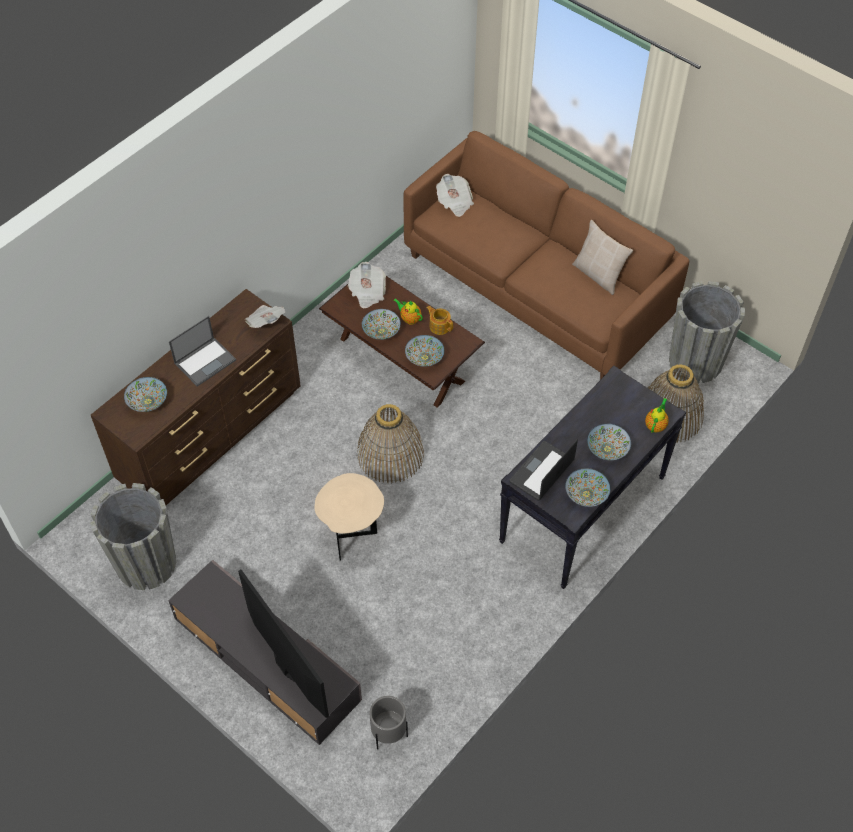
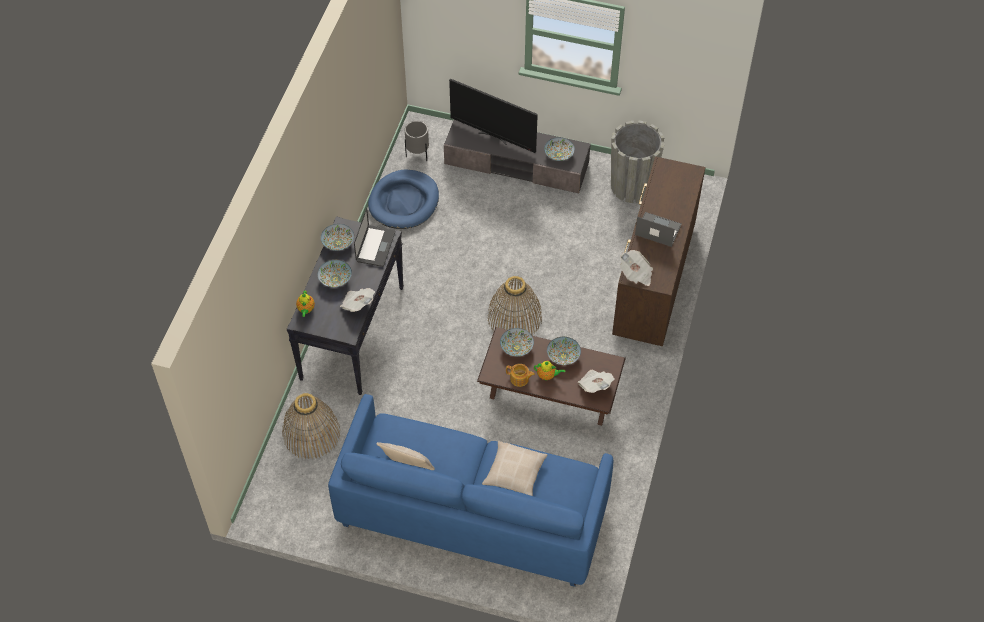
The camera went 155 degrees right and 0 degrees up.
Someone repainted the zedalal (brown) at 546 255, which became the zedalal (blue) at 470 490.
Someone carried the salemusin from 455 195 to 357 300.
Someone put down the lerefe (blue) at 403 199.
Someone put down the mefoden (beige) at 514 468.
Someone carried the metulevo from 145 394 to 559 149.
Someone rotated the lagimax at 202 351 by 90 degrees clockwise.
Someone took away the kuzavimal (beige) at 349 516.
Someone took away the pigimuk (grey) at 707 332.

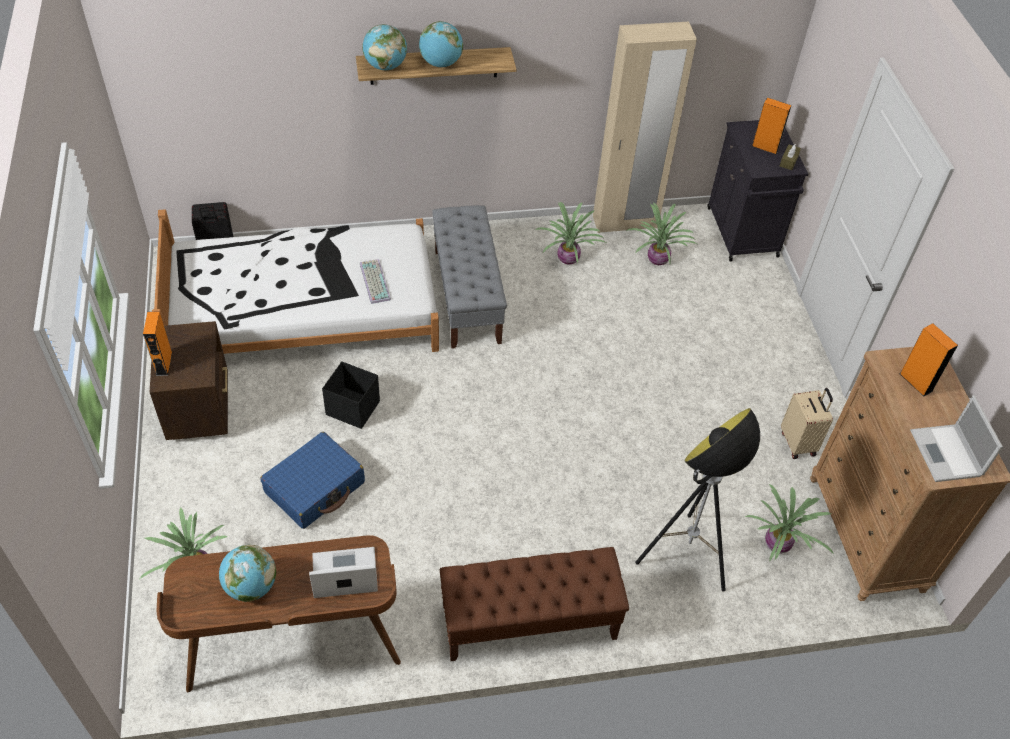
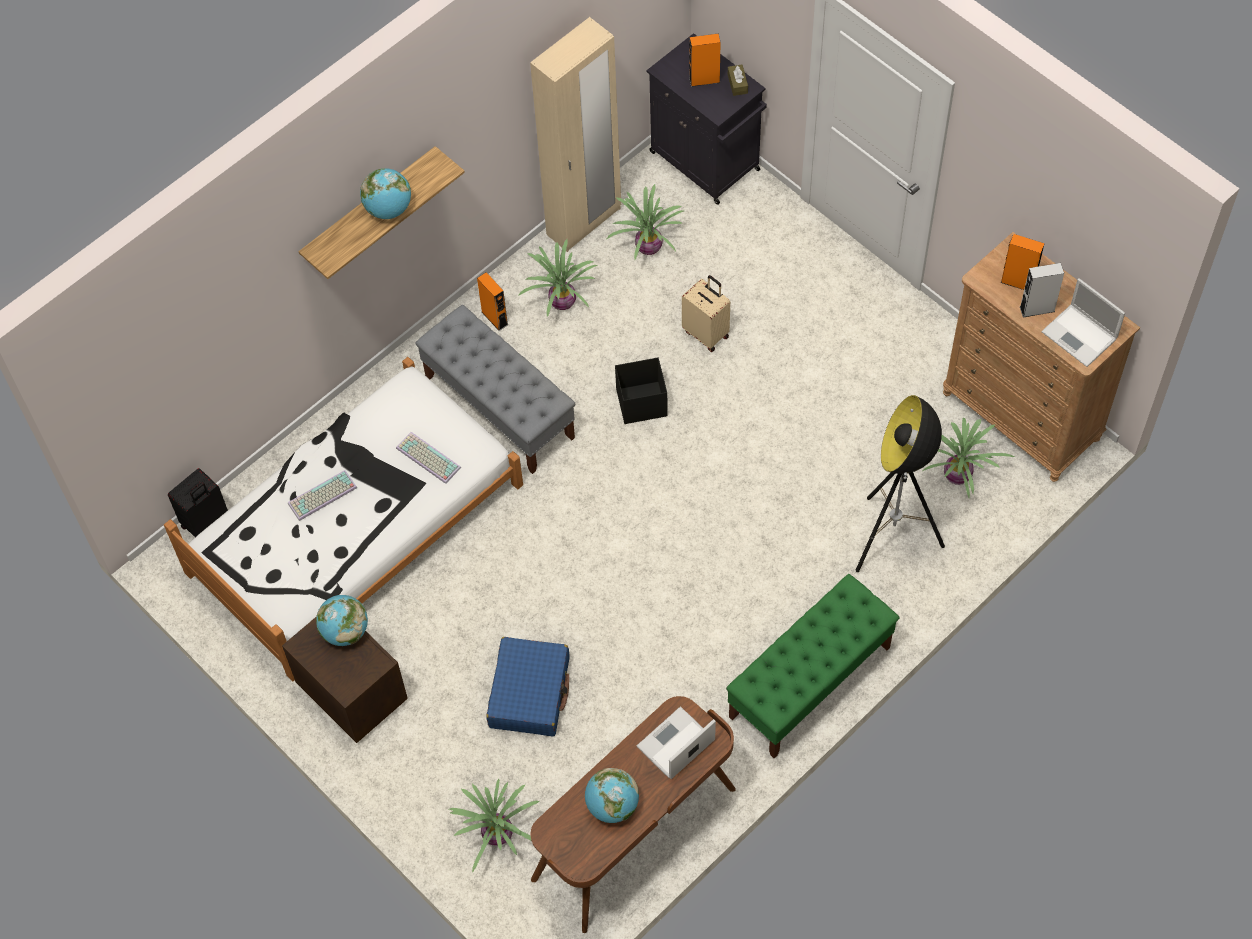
The camera went 30 degrees left and 10 degrees up.
Someone put down the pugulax at 322 495.
Someone carried the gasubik from 384 47 to 342 620.
Someone carried the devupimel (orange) from 157 344 to 492 301.
Someone carried the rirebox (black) from 351 395 to 641 390.
Someone carried the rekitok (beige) from 807 423 to 706 313.
Someone repainted the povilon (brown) at 534 604, which became the povilon (green) at 812 666.
Someone put down the devupimel (grey) at 1042 290.

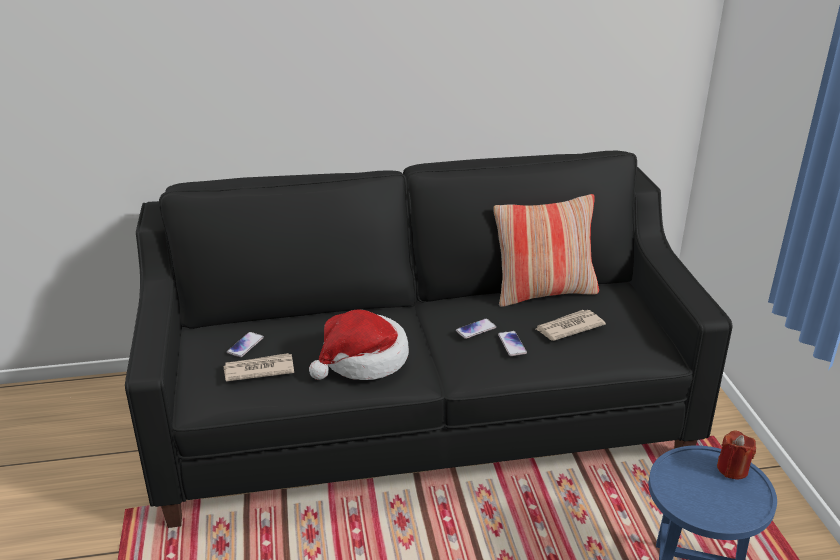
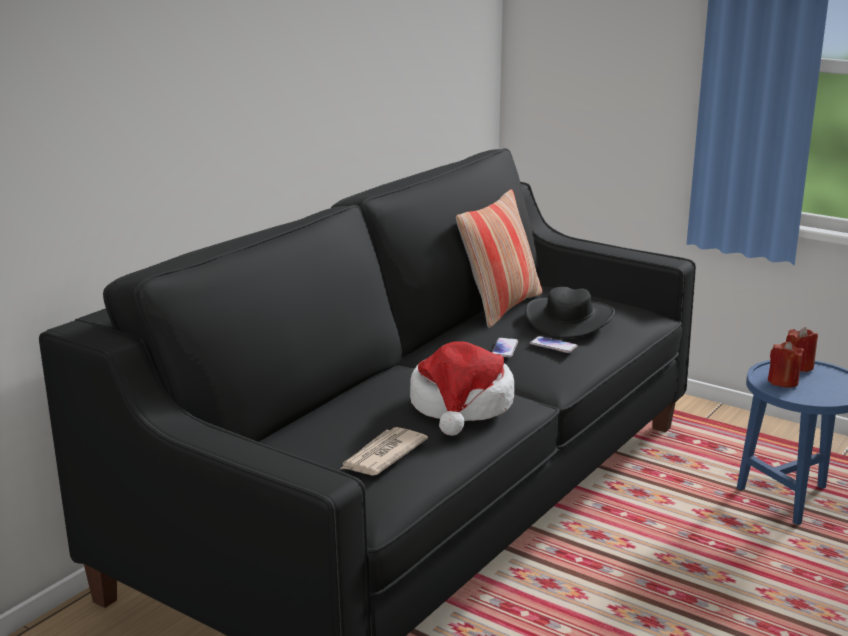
The camera went 45 degrees left and 10 degrees down.
Someone swapped the salemusin at 571 325 for the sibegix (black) at 570 313.
Someone put down the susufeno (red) at 786 365.
Someone took away the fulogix at 245 344.

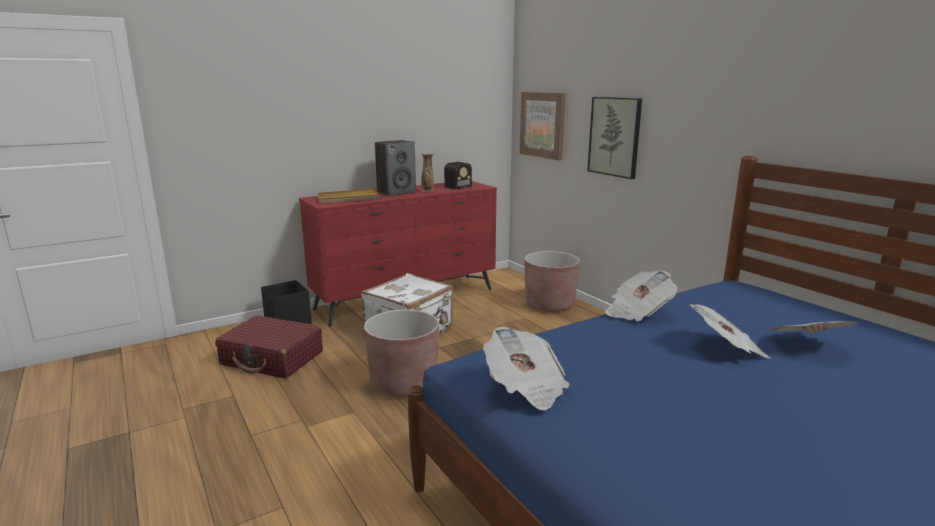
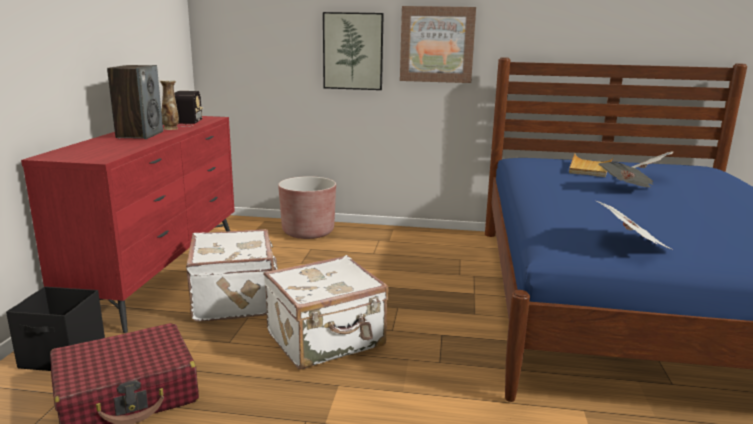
The camera went 50 degrees left and 0 degrees up.
Someone swapped the pigimuk (brown) at 401 353 for the rekitok (white) at 325 312.
Someone carried the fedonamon from 542 126 to 438 44.
Someone carried the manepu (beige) from 349 196 to 591 165.
Someone took away the salemusin at 641 296.

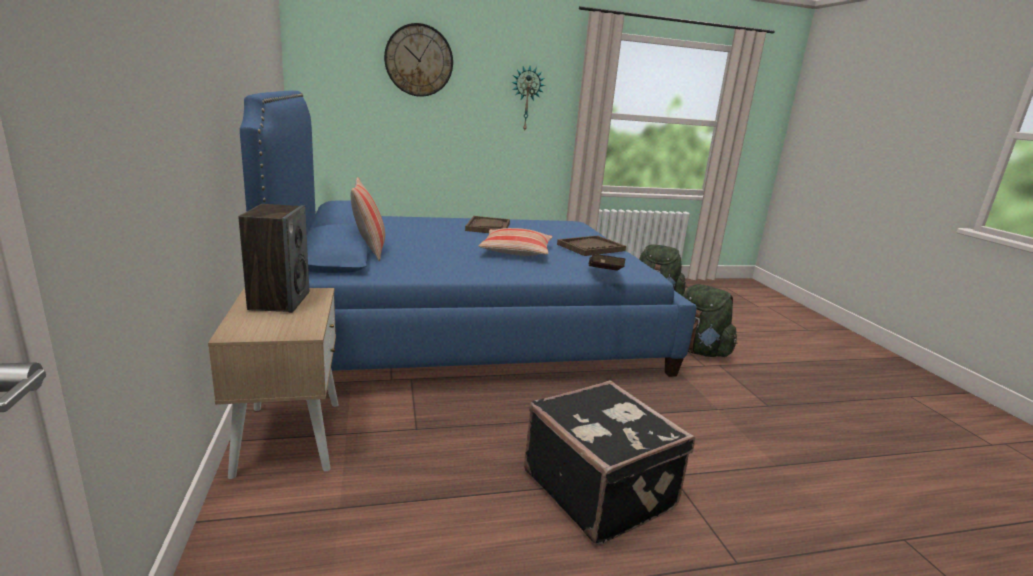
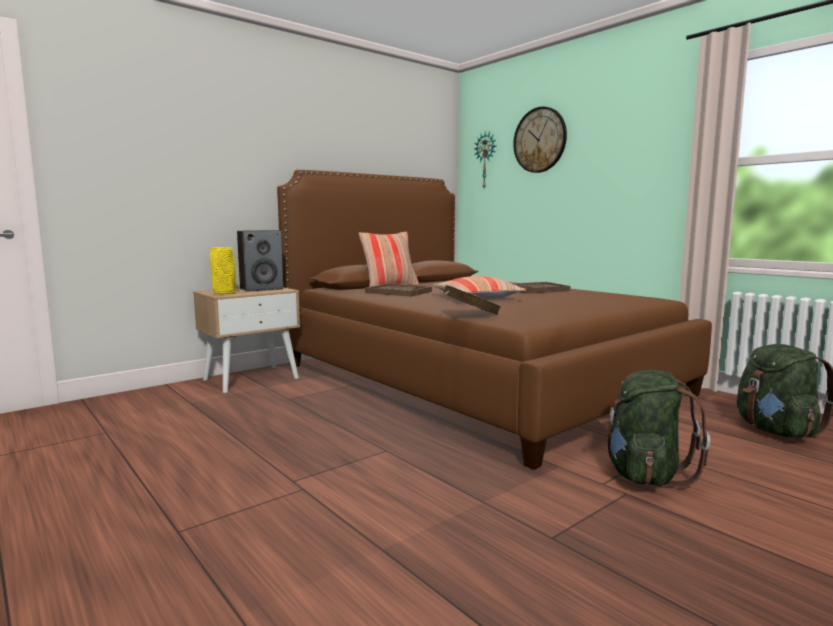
The camera went 65 degrees right and 10 degrees down.
Someone put down the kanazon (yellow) at 223 270.
Someone repainted the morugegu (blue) at 468 233, which became the morugegu (brown) at 494 320.
Someone carried the manepu (brown) from 591 245 to 398 290.
Someone carried the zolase from 528 99 to 485 159.
Someone took away the rekitok (black) at 609 462.

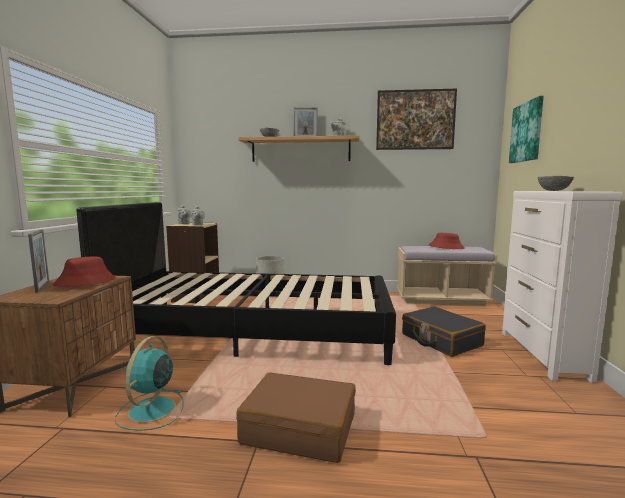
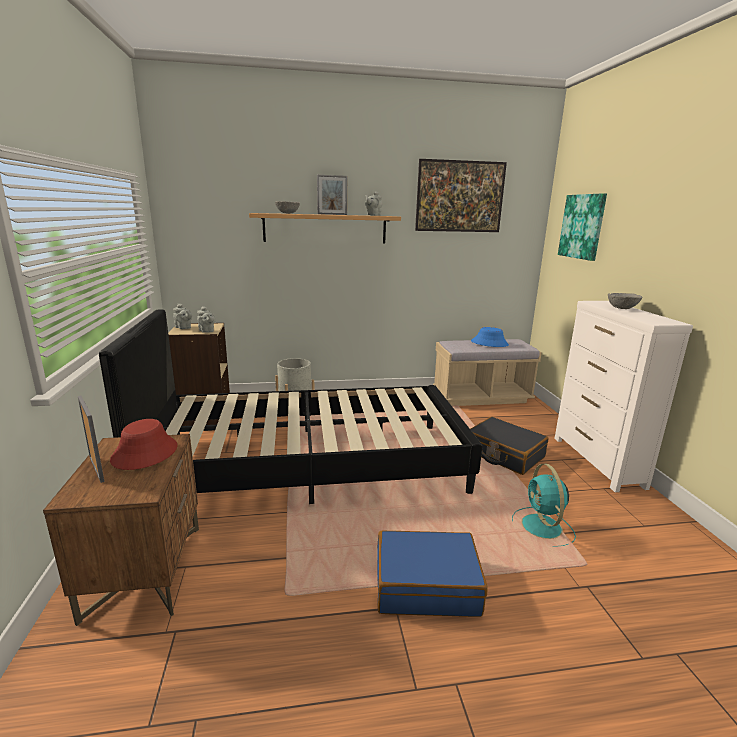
The camera went 15 degrees left and 10 degrees up.
Someone repainted the rekitok (brown) at 296 417, which became the rekitok (blue) at 432 573.
Someone repainted the sibegix (red) at 447 241, which became the sibegix (blue) at 490 337.
Someone carried the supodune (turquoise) from 149 383 to 544 505.

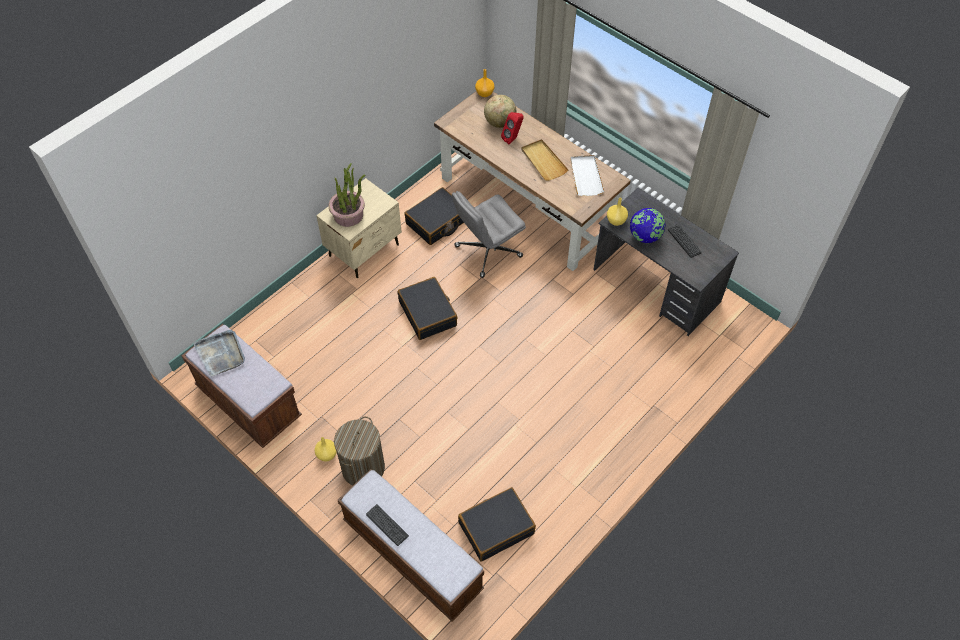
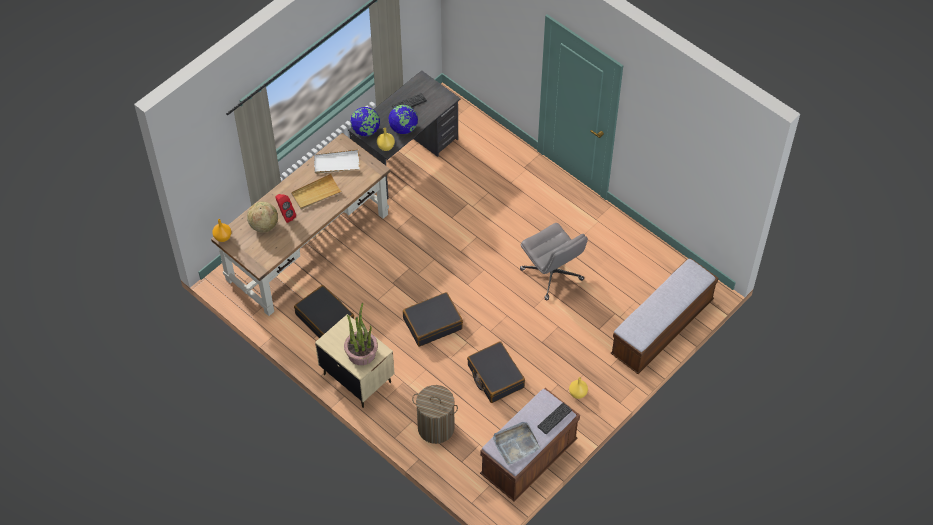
The camera went 90 degrees left and 0 degrees up.
Someone put down the gasubik at 365 121.
Someone carried the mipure from 359 450 to 435 414.
Someone carried the rekitok (black) from 497 524 to 496 372.
Someone carried the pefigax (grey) from 489 234 to 554 261.
Someone carried the pugulax from 387 525 to 554 418.

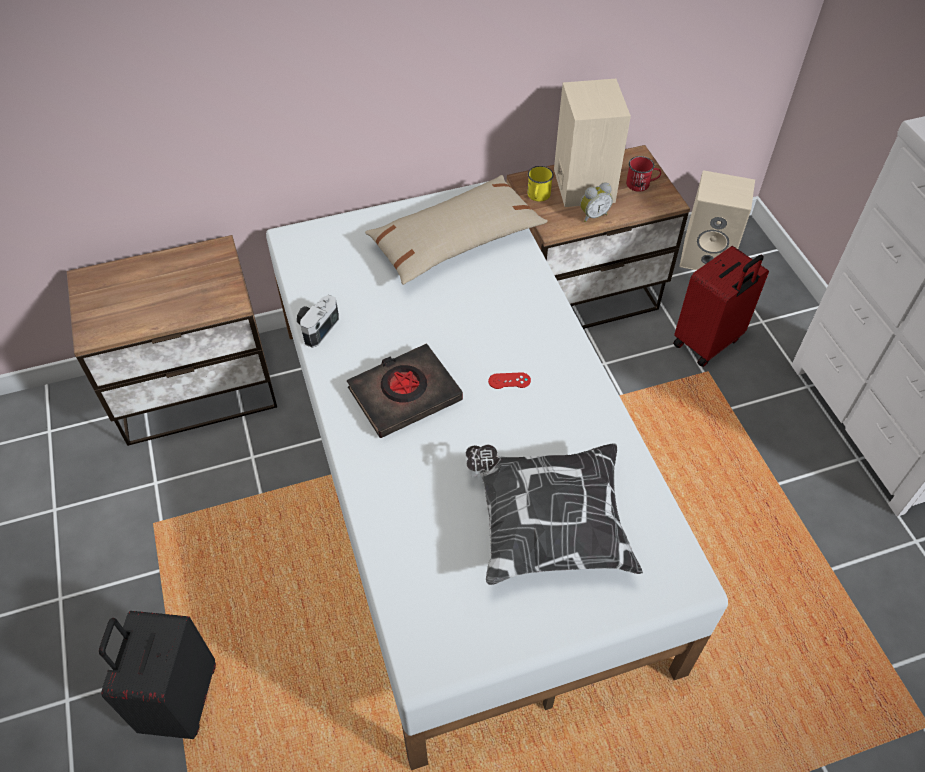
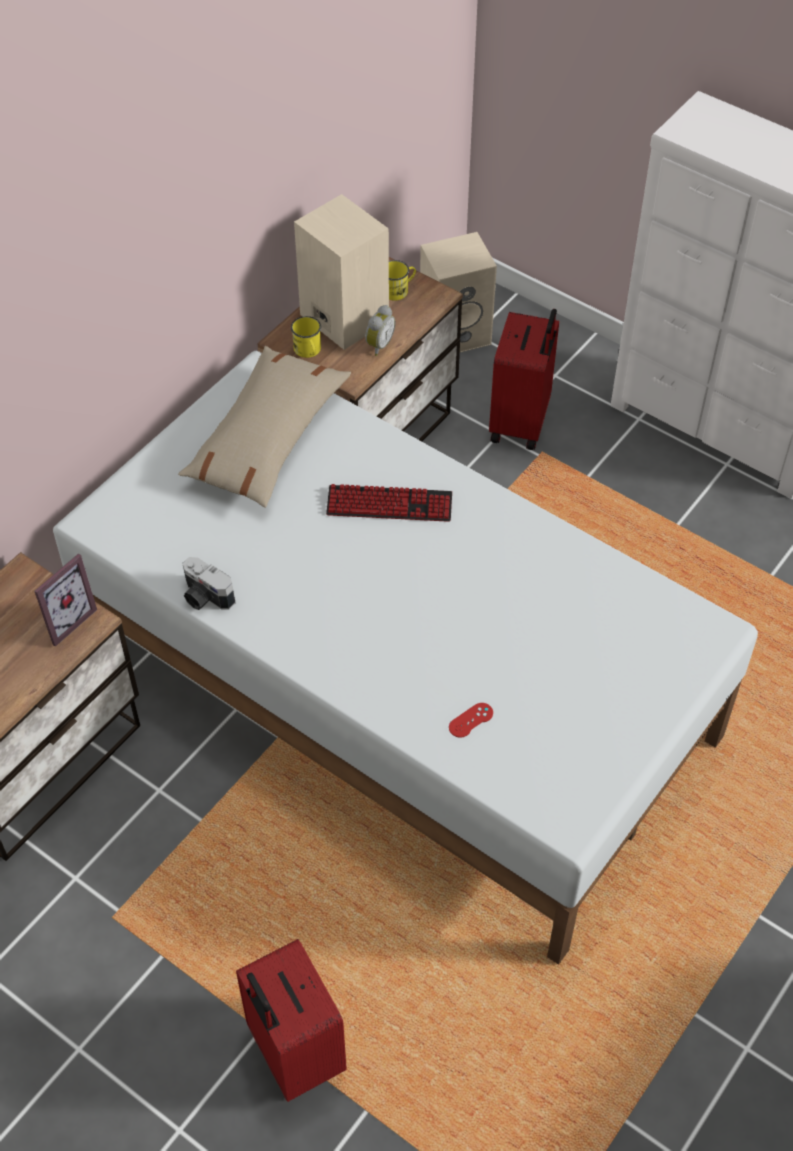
The camera went 35 degrees left and 0 degrees up.
Someone put down the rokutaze at 65 600.
Someone rotated the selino at 318 321 by 45 degrees counterclockwise.
Someone repainted the rekitok (black) at 157 675, which became the rekitok (red) at 291 1020.
Someone put down the pugulax at 389 503.
Someone repainted the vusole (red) at 643 174, which became the vusole (yellow) at 402 280.
Someone carried the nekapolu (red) from 509 380 to 471 720.
Someone took away the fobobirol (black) at 405 390.
Someone took away the mefoden at 554 514.

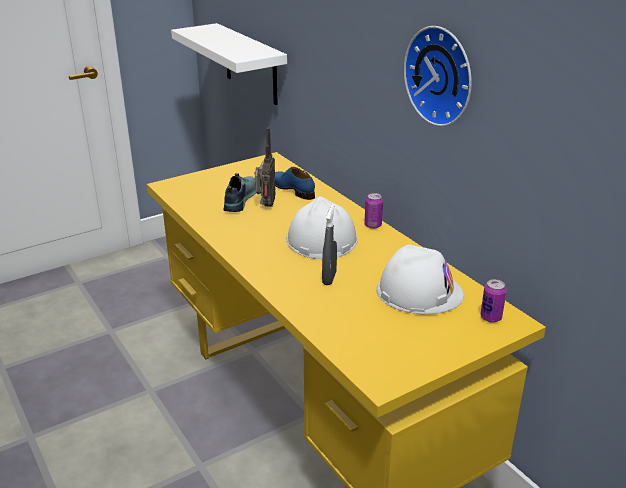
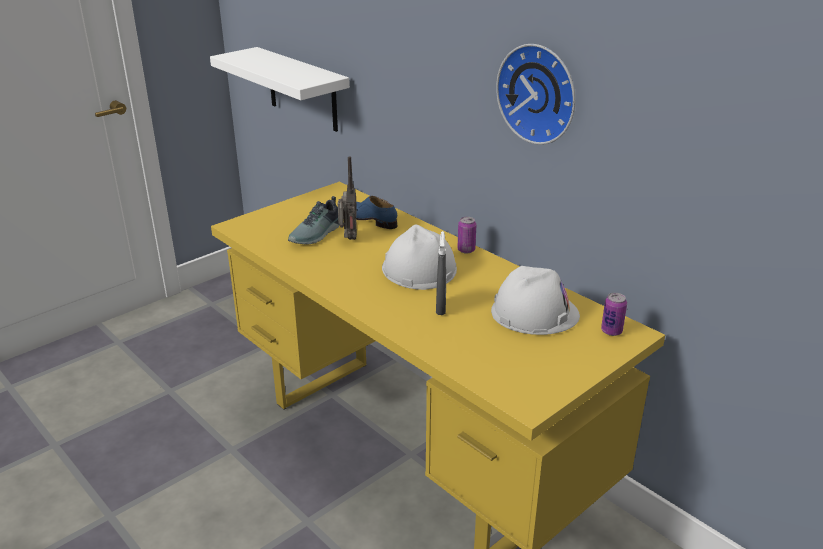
The camera went 10 degrees left and 0 degrees up.
Someone rotated the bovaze at 239 192 by 150 degrees counterclockwise.

